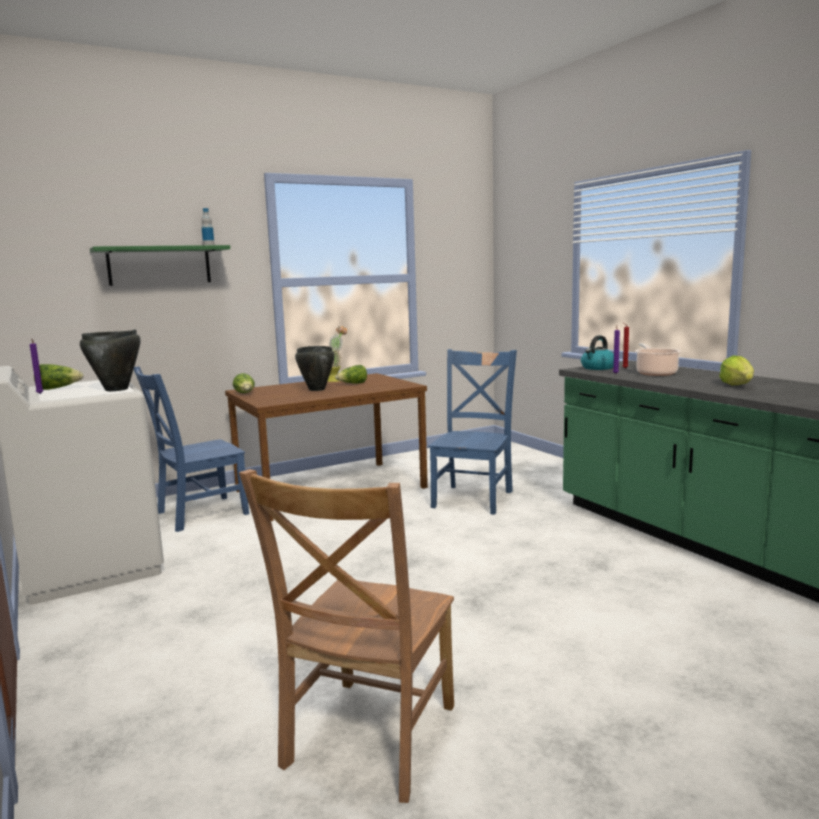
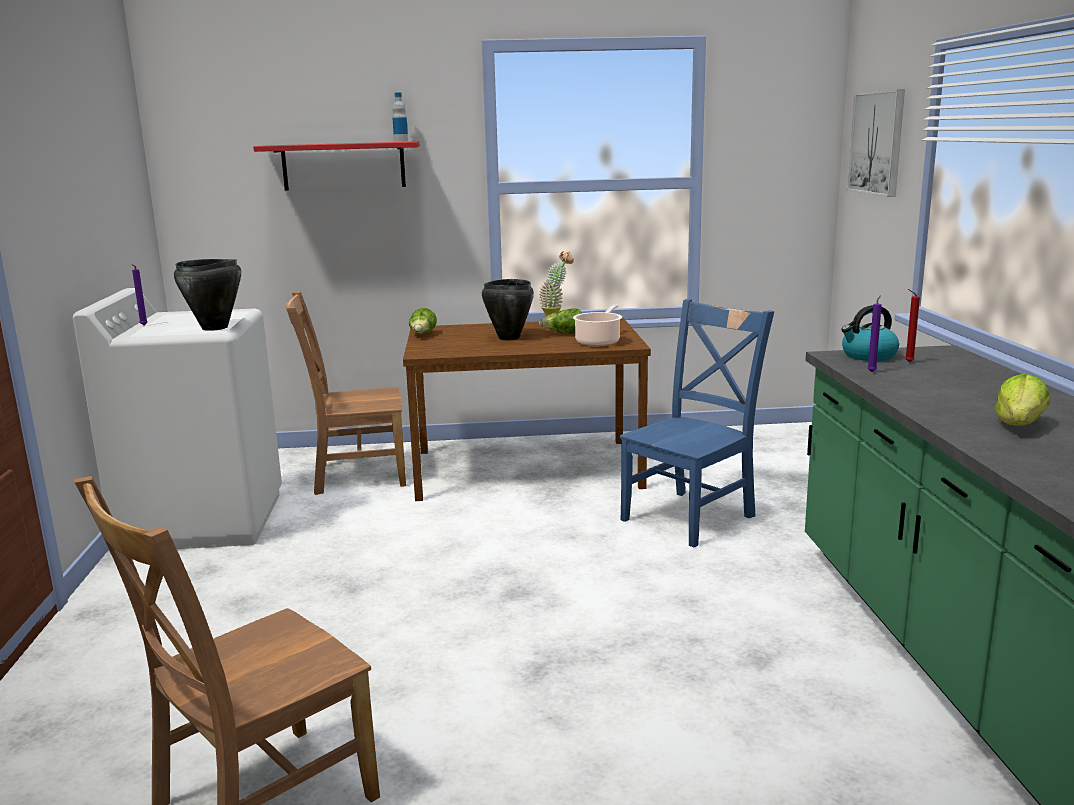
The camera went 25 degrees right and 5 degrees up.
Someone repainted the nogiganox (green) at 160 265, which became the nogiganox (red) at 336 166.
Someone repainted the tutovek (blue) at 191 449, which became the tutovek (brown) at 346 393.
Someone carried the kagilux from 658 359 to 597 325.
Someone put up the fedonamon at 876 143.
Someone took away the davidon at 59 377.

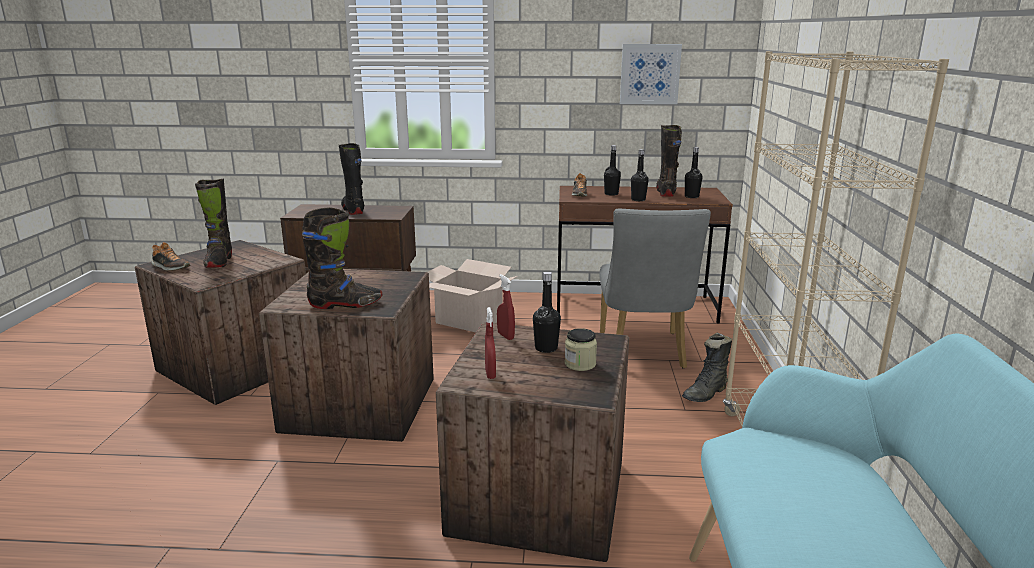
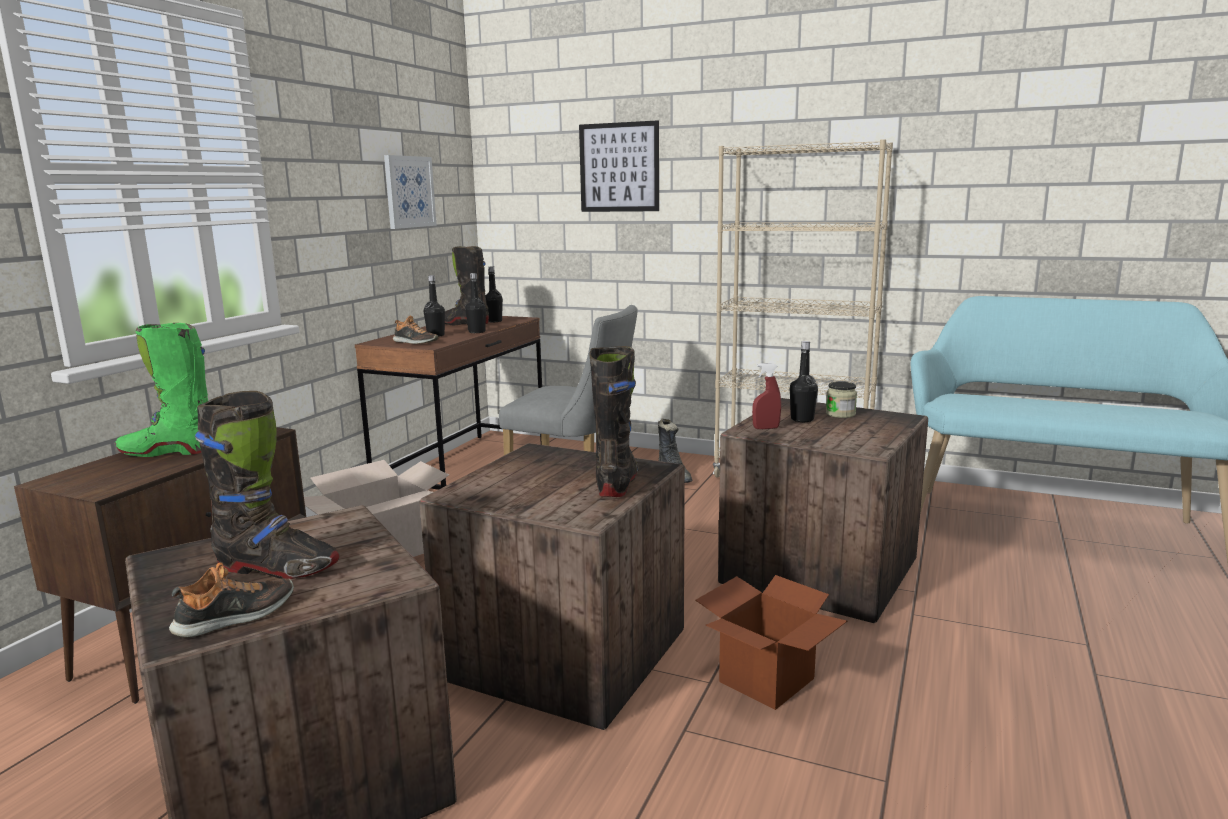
The camera went 70 degrees left and 5 degrees down.
Someone repainted the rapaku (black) at 351 179, which became the rapaku (green) at 161 390.
Someone put up the fedonamon at 619 166.
Someone put down the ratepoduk at 771 642.
Someone took away the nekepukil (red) at 490 343.

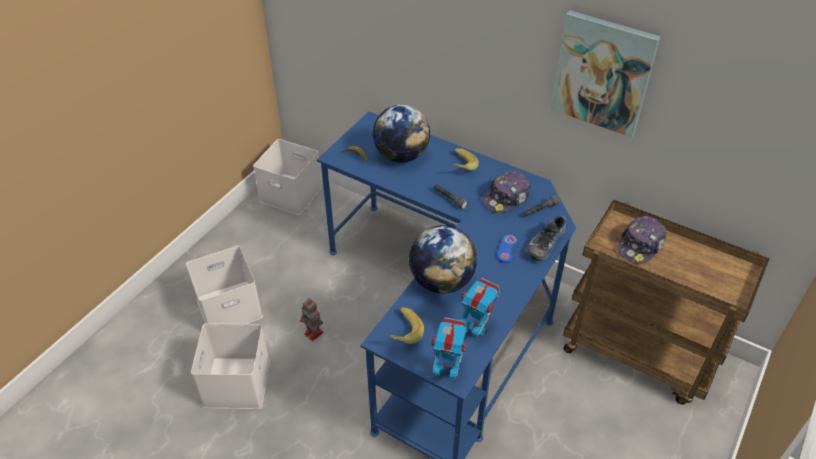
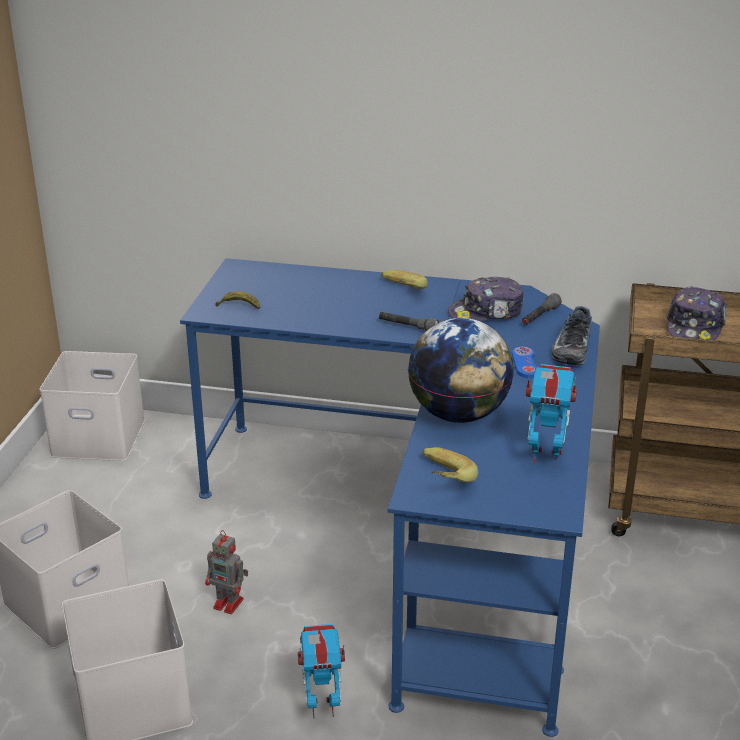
The camera went 20 degrees left and 15 degrees down.
Someone carried the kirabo from 449 349 to 321 671.
Someone rotated the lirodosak at 506 192 by 45 degrees clockwise.
Someone took away the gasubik at 401 134.
Someone took away the fedonamon at 606 73.

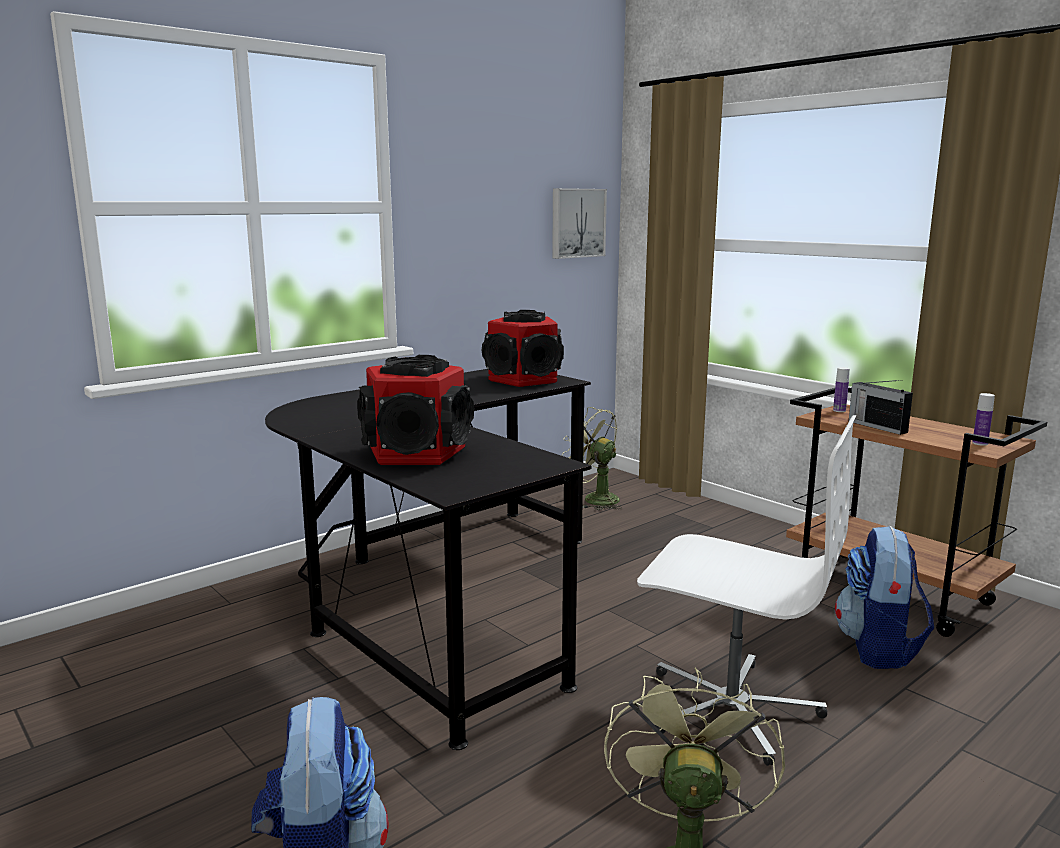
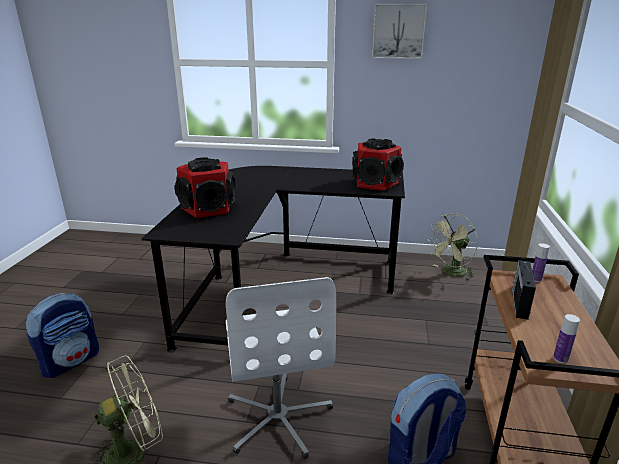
The camera went 50 degrees right and 10 degrees up.
Someone carried the fedonamon from 579 223 to 399 31.
Someone rotated the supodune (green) at 591 458 by 120 degrees counterclockwise.

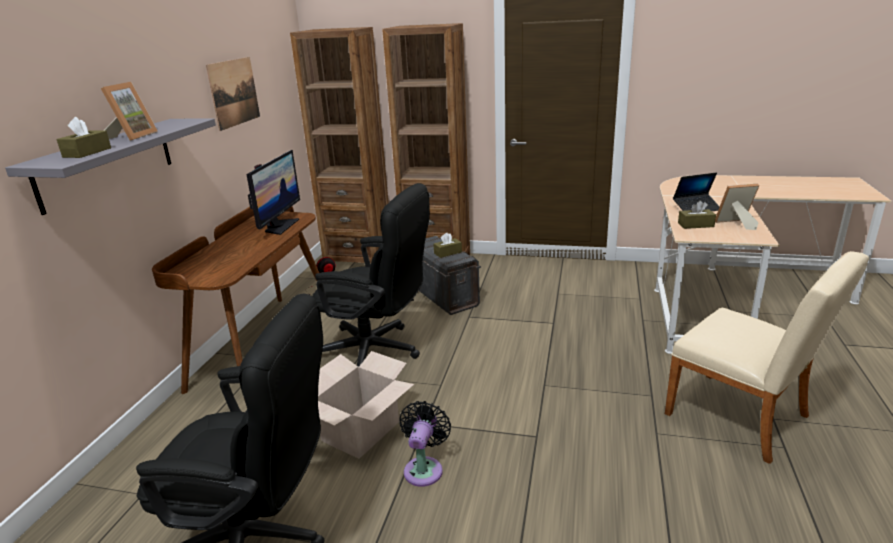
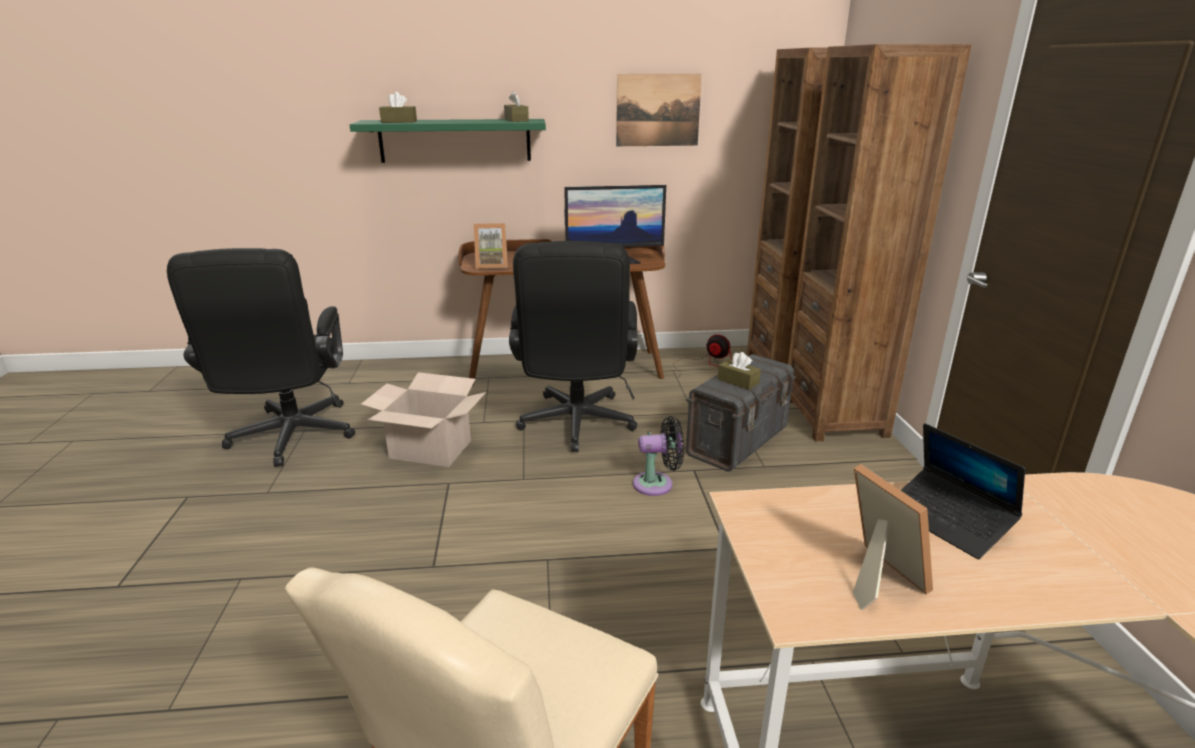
The camera went 70 degrees right and 0 degrees up.
Someone repainted the nogiganox (grey) at 110 167, which became the nogiganox (green) at 448 141.
Someone carried the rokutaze from 129 111 to 490 246.
Someone carried the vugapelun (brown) from 697 215 to 516 106.
Someone carried the supodune (black) from 425 444 to 658 456.

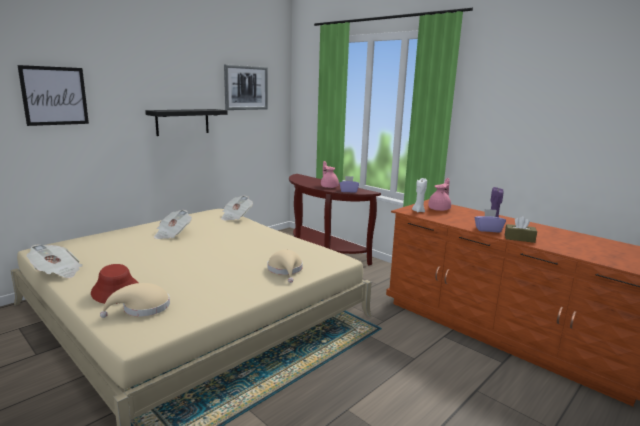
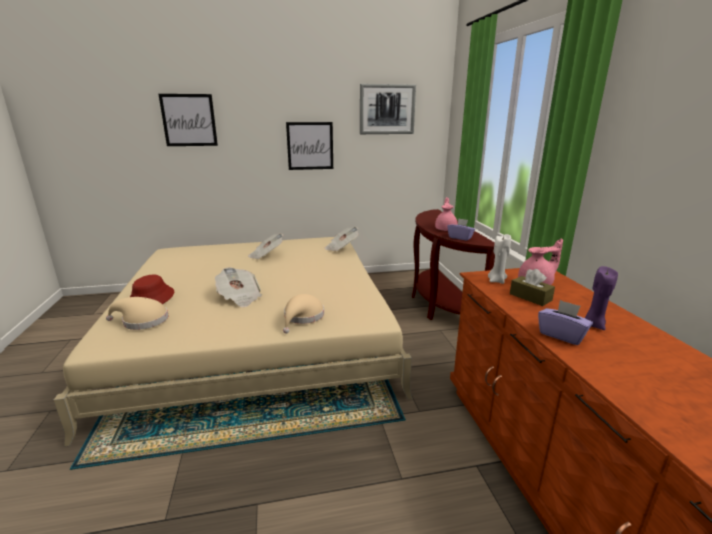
The camera went 35 degrees right and 5 degrees up.
Someone carried the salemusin from 54 261 to 238 287.
Someone swapped the nogiganox (black) at 186 122 for the fedonamon at 309 146.
Someone carried the vugapelun (brown) from 521 229 to 532 287.

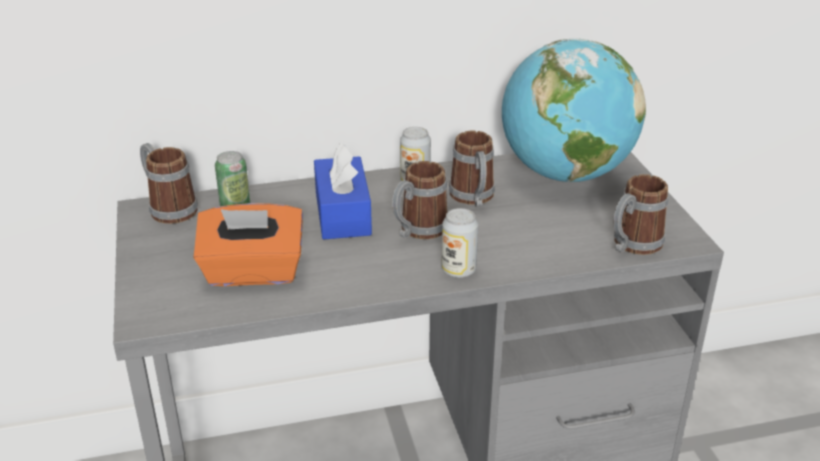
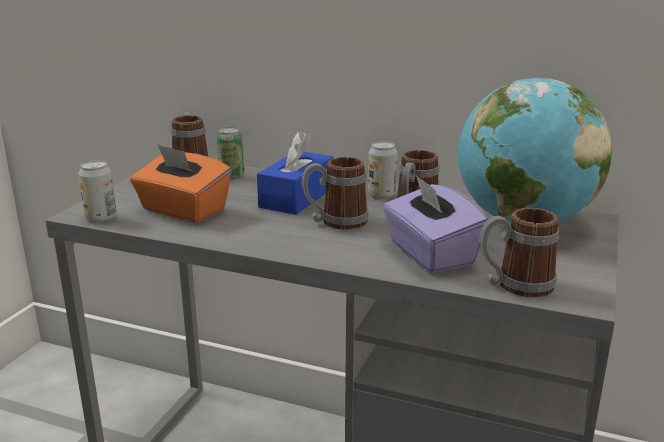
The camera went 35 degrees right and 10 degrees down.
Someone carried the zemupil from 460 243 to 98 191.
Someone put down the vugapelun (purple) at 435 224.

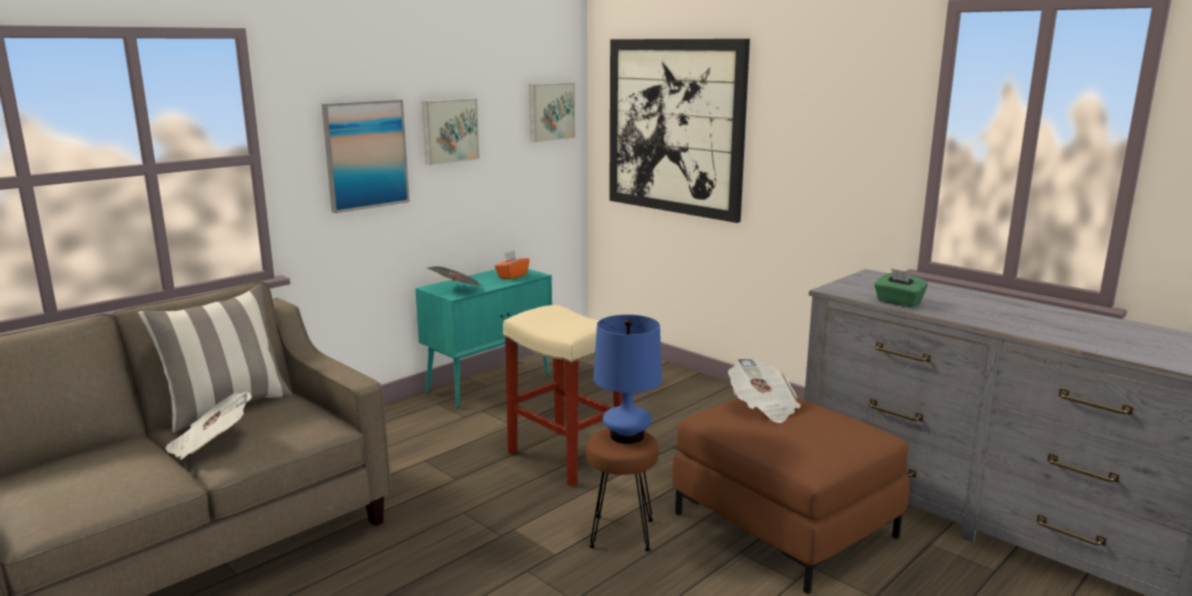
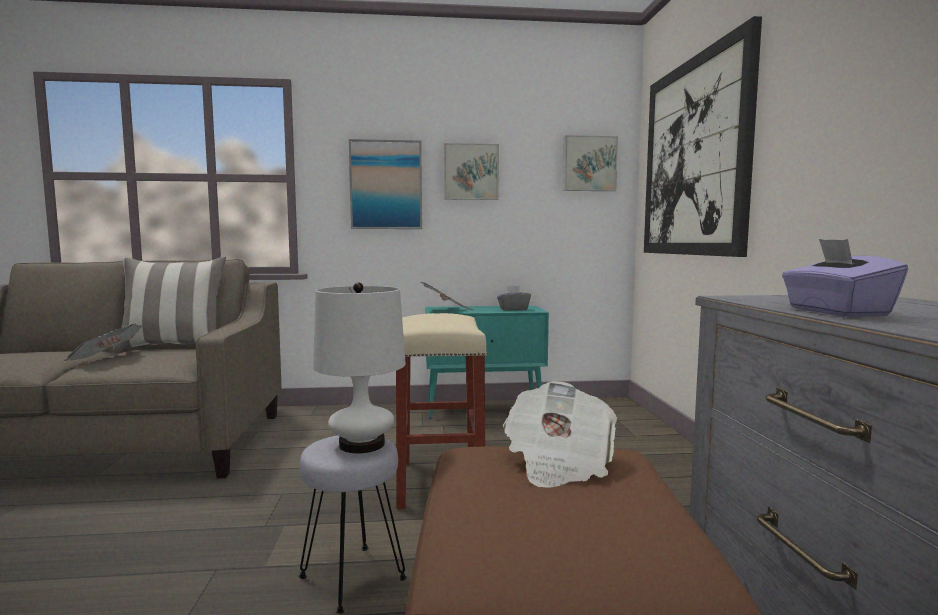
The camera went 40 degrees right and 10 degrees down.
Someone repainted the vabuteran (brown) at 622 490, which became the vabuteran (grey) at 353 524.
Someone repainted the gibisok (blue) at 627 379, which became the gibisok (white) at 359 367.
Someone repainted the vugapelun (orange) at 512 265, which became the vugapelun (grey) at 514 298.
Someone repainted the vugapelun (green) at 901 288, which became the vugapelun (purple) at 845 278.

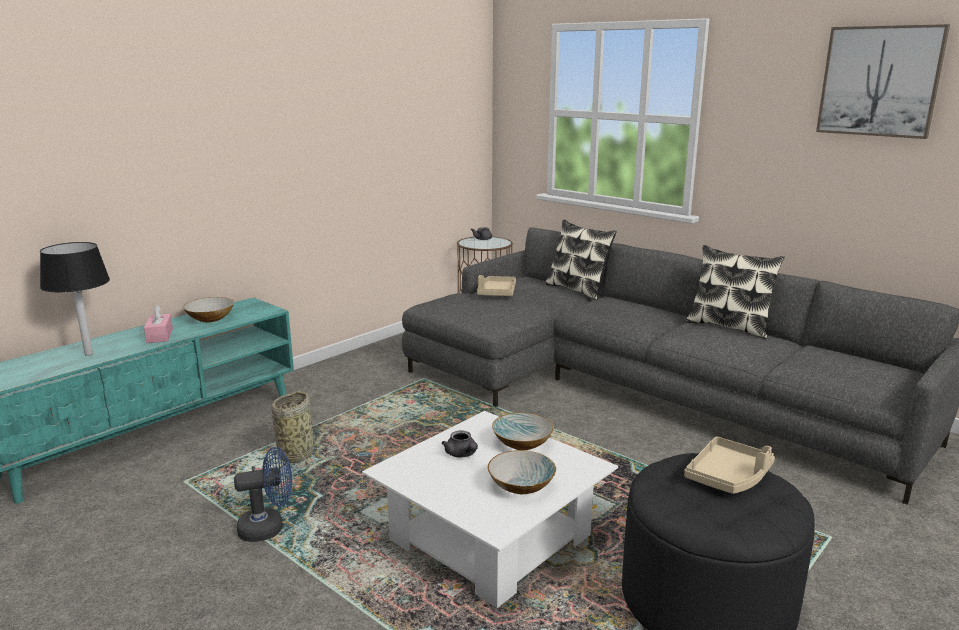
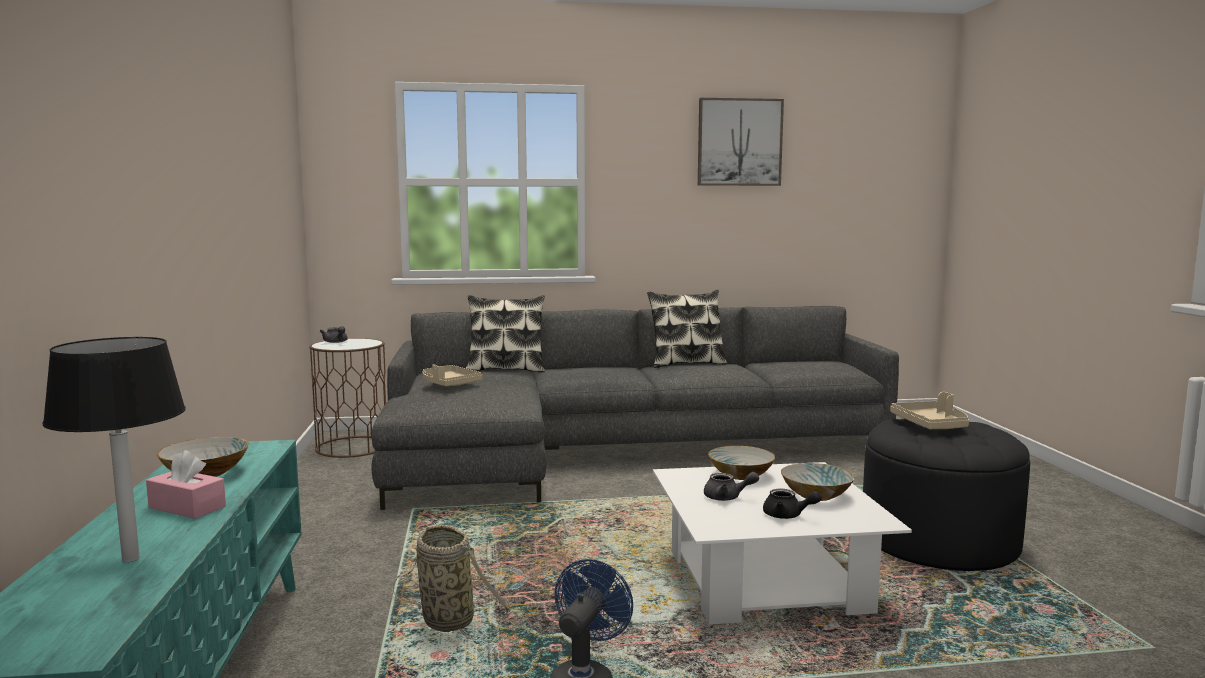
The camera went 50 degrees left and 10 degrees down.
Someone put down the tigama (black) at 792 504.

